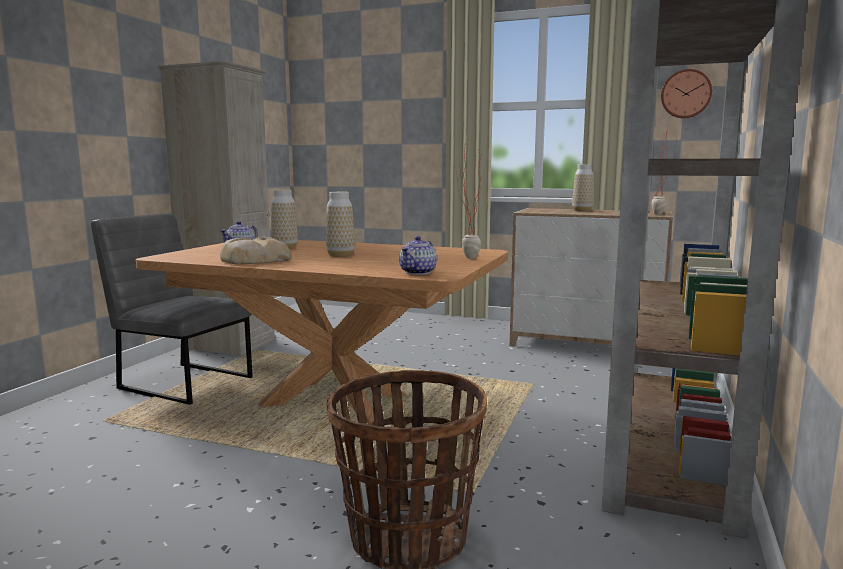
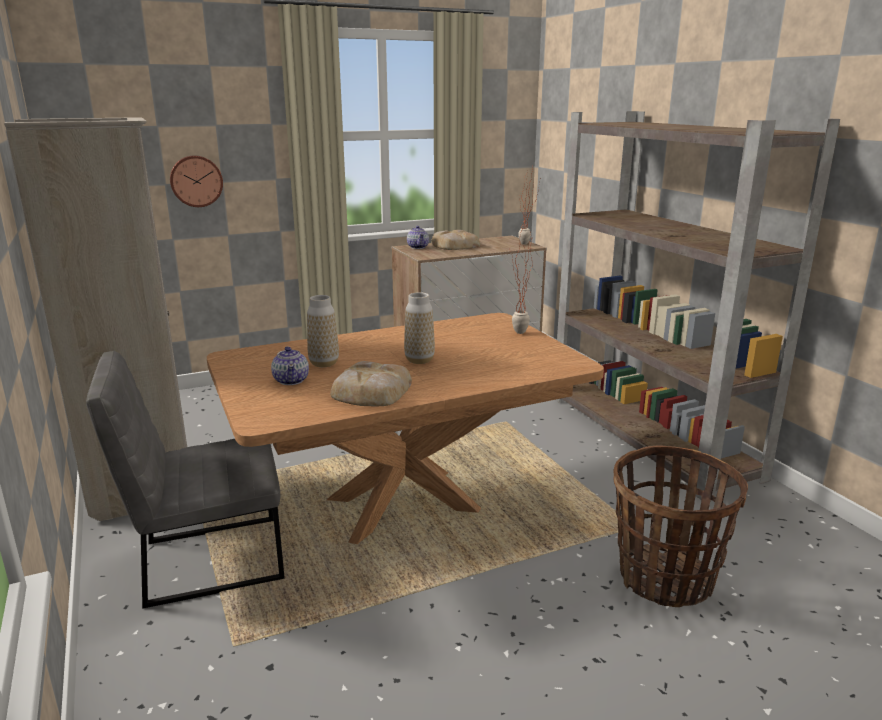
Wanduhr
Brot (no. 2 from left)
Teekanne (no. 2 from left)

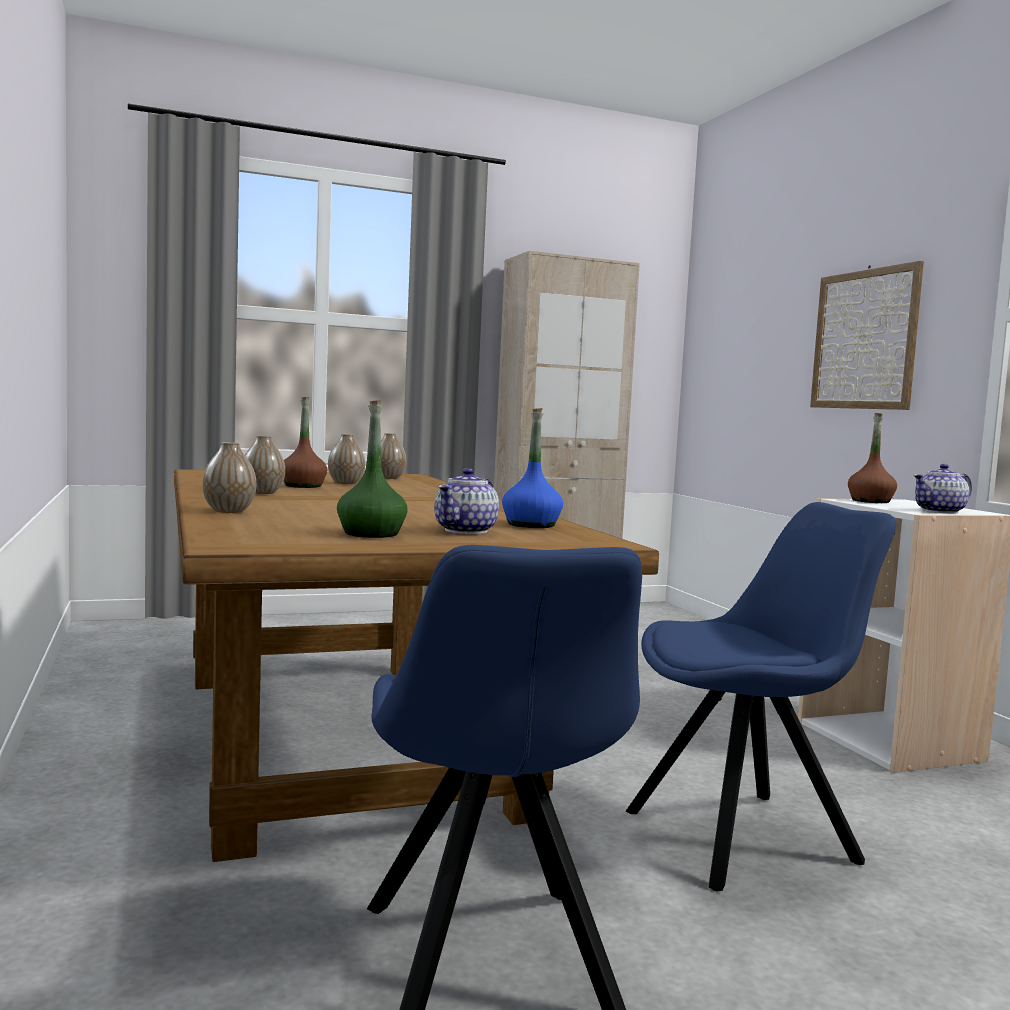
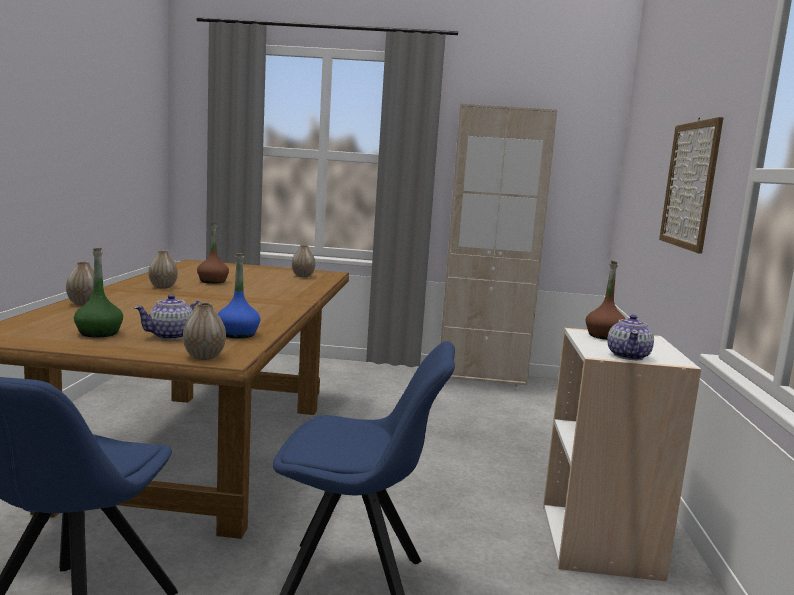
Vase (no. 3 from left)
Teekanne (no. 2 from left)

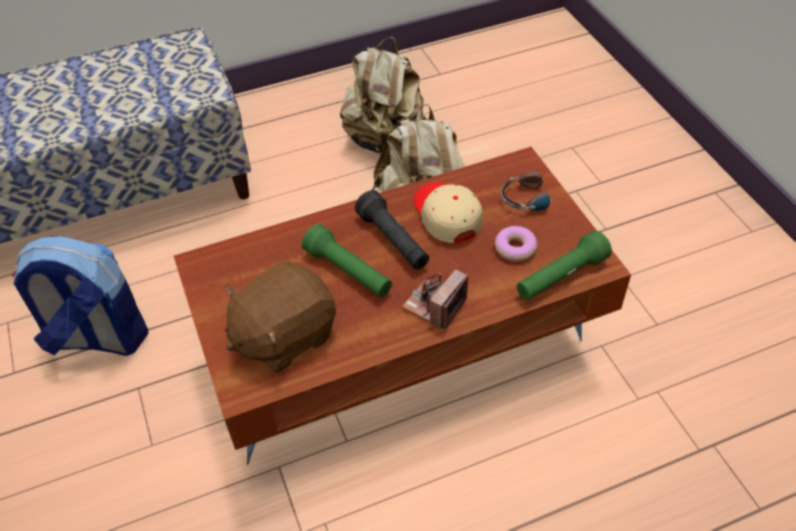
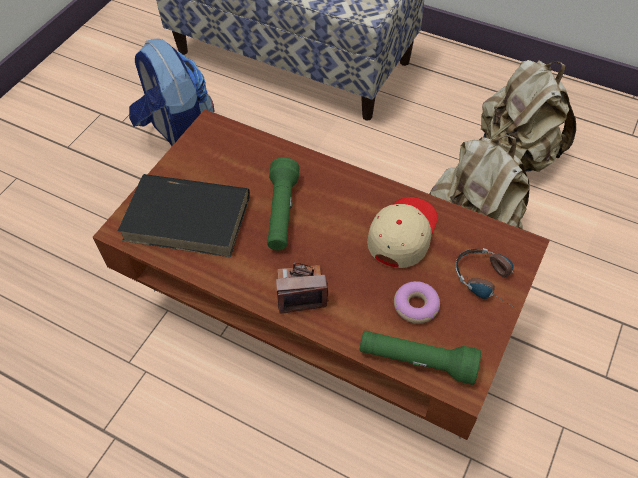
Taschenlampe (schwarz)
Buch (schwarz)

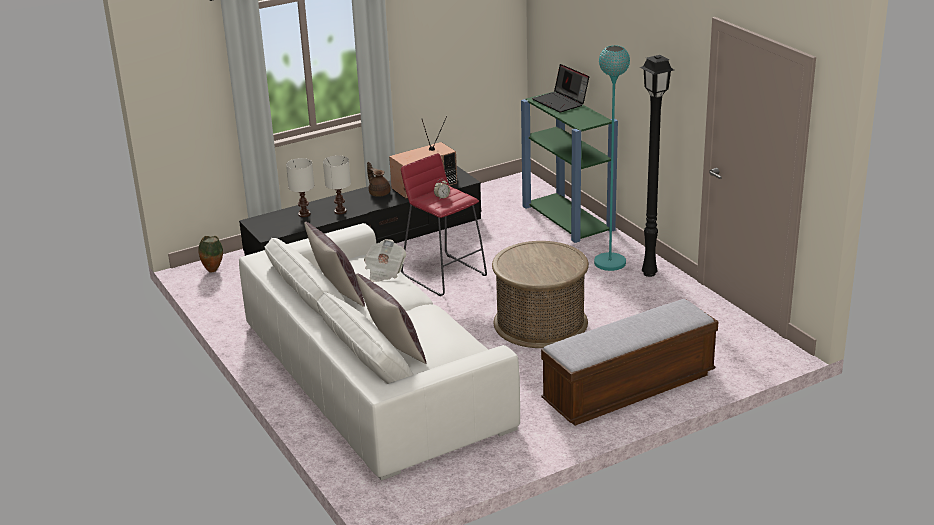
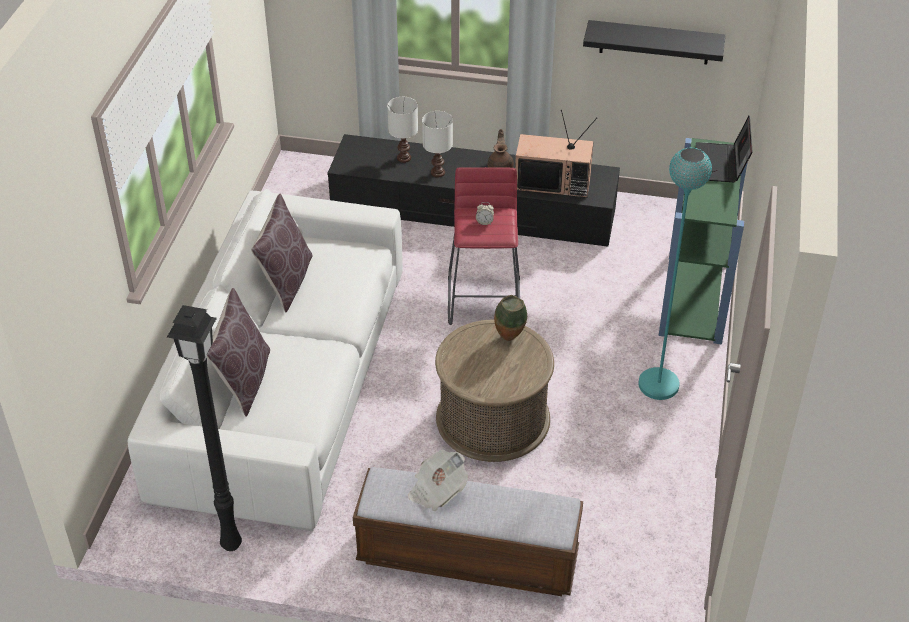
Stehlampe (schwarz)
Vase
Zeitung
Wandregal (schwarz)

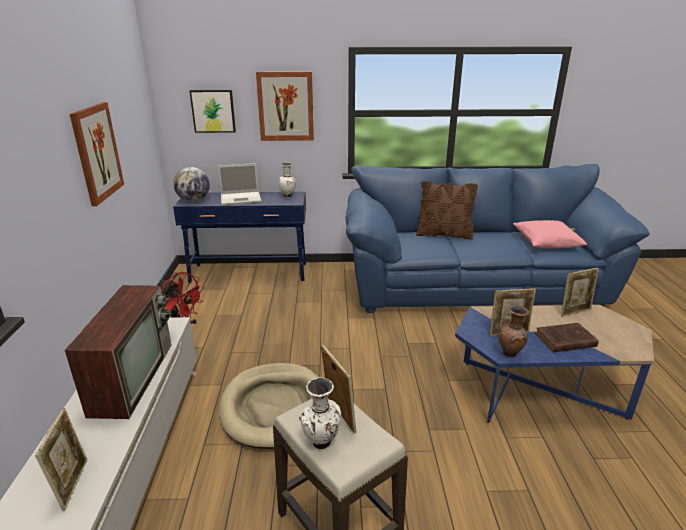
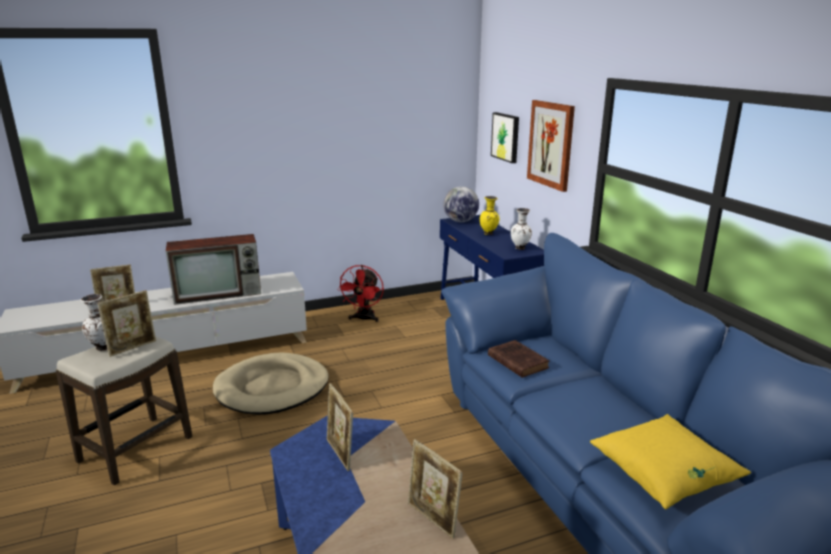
Bild (no. 1 from left in the first image)
Vase (gelb)
Kissen (braun)
Kissen (gelb)
Vase (braun)
Buch (braun)

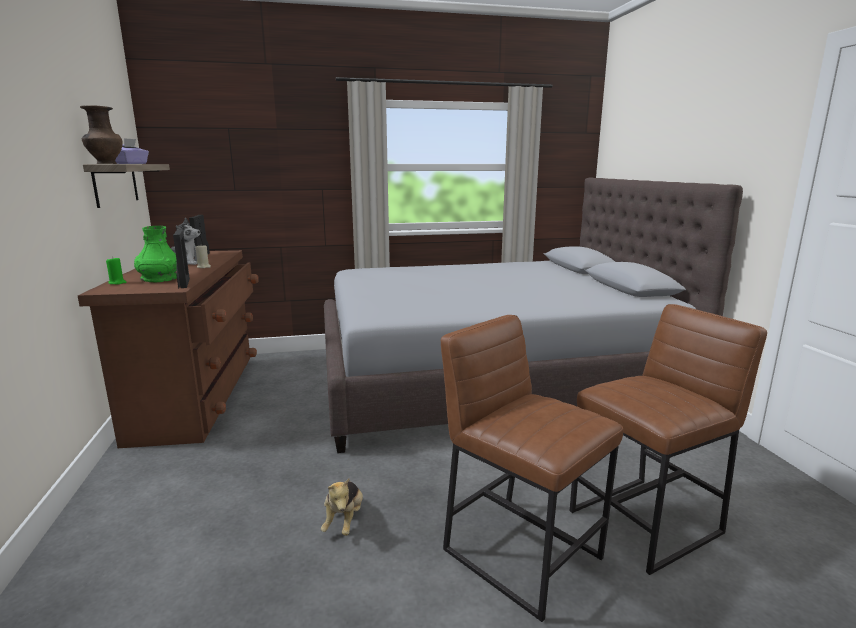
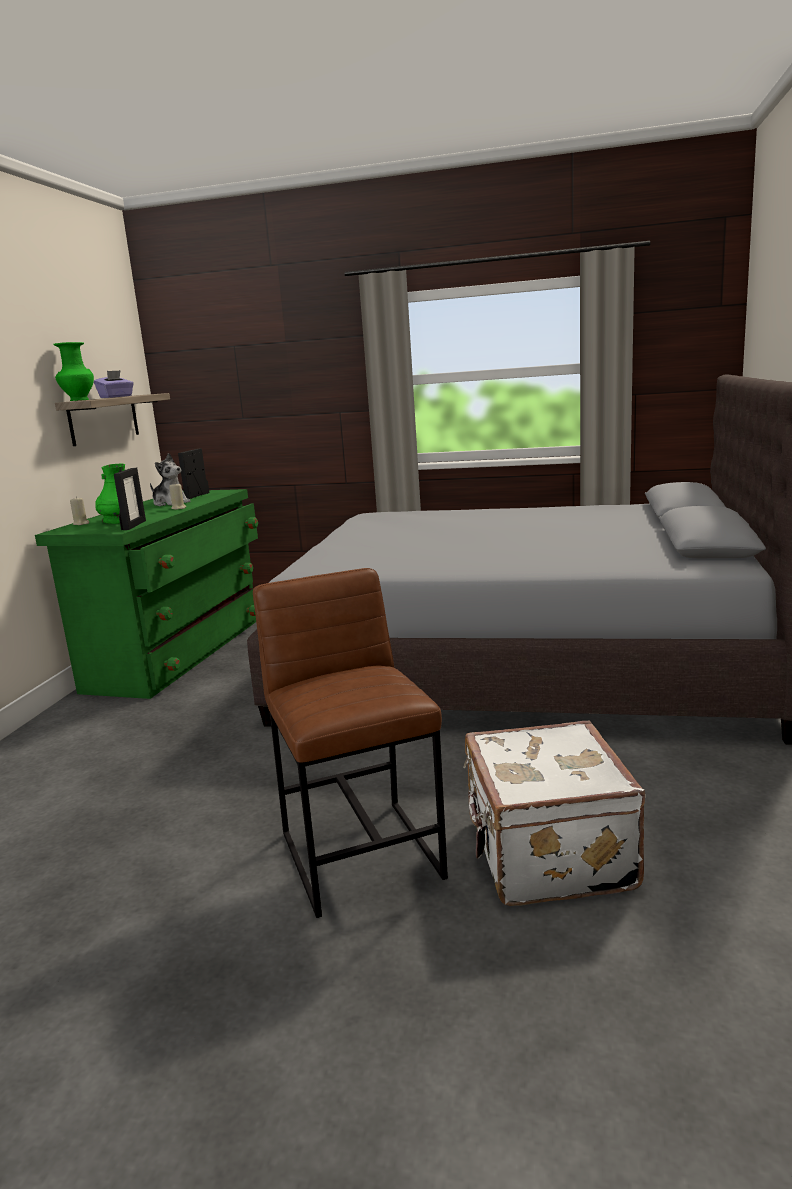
Vase (grün) (no. 1 from left)
Kommode (grün)
Kerze (beige) (no. 1 from left)
Koffer (weiß)
Plüschtier (no. 2 from left in the first image)

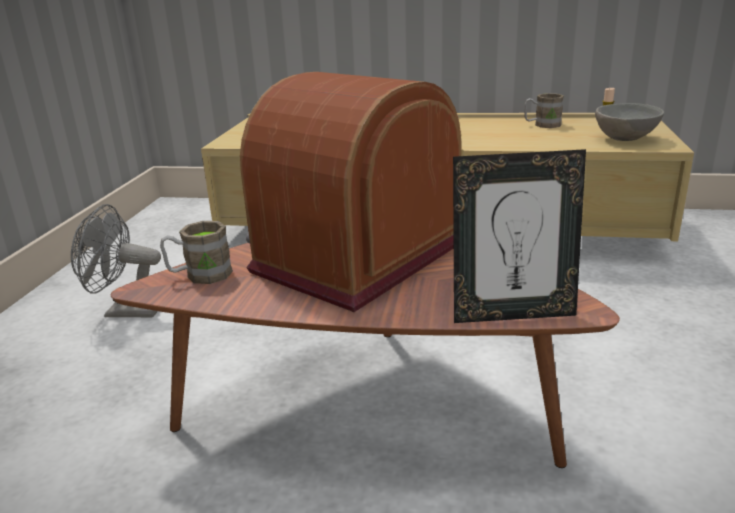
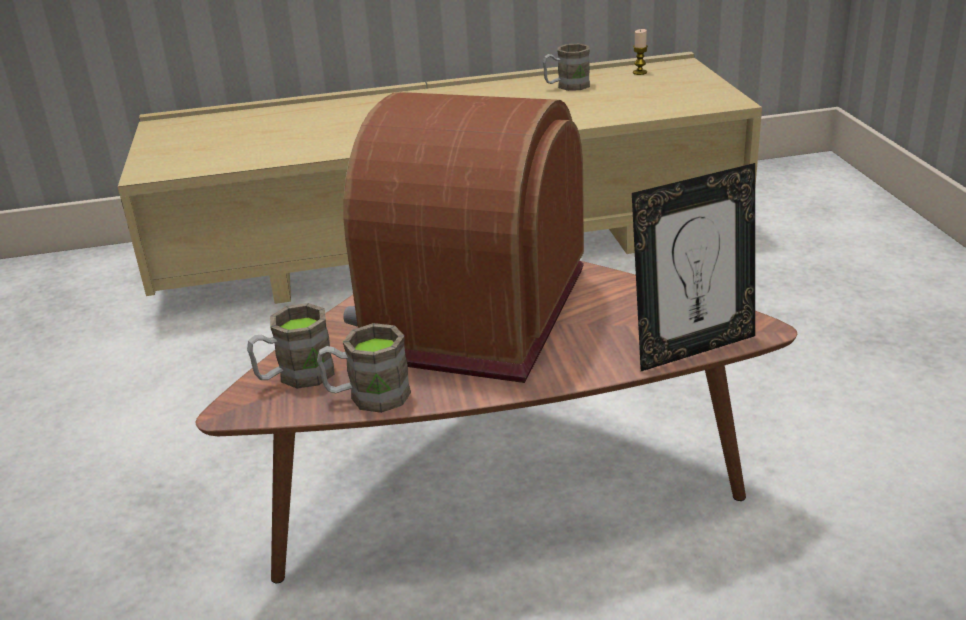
Schüssel (grau)
Ventilator (grau)
Henkelbecher (braun) (no. 2 from left)

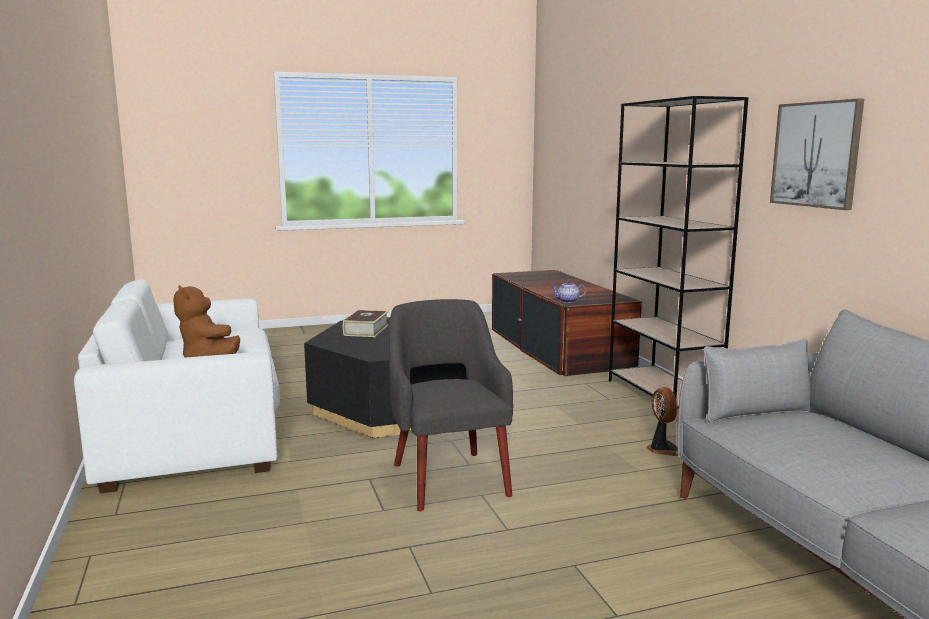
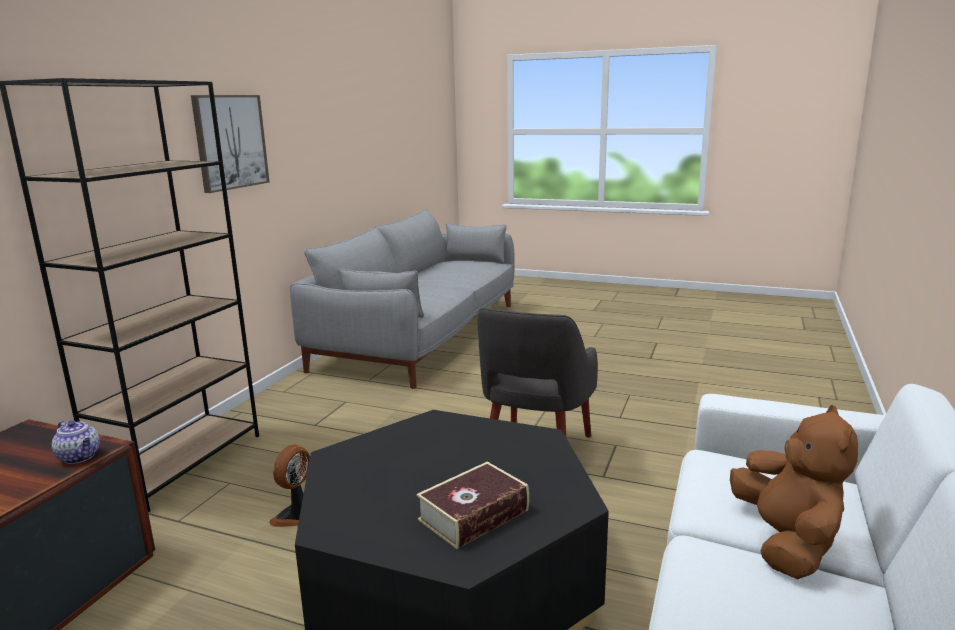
Ventilator

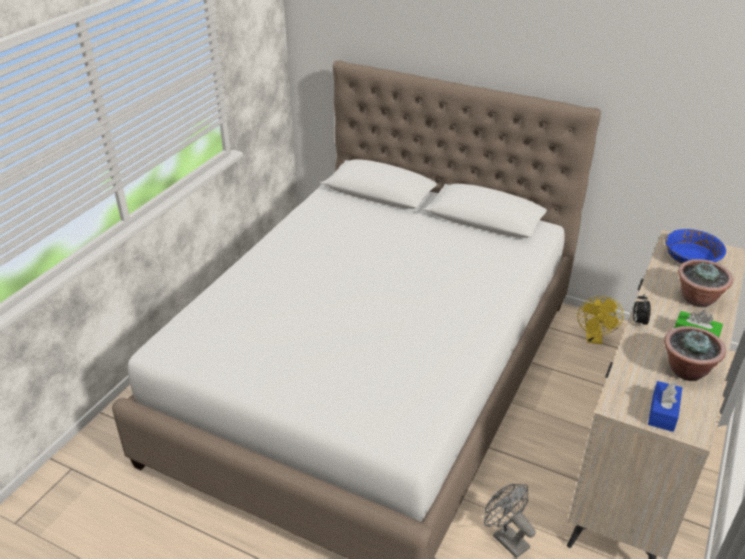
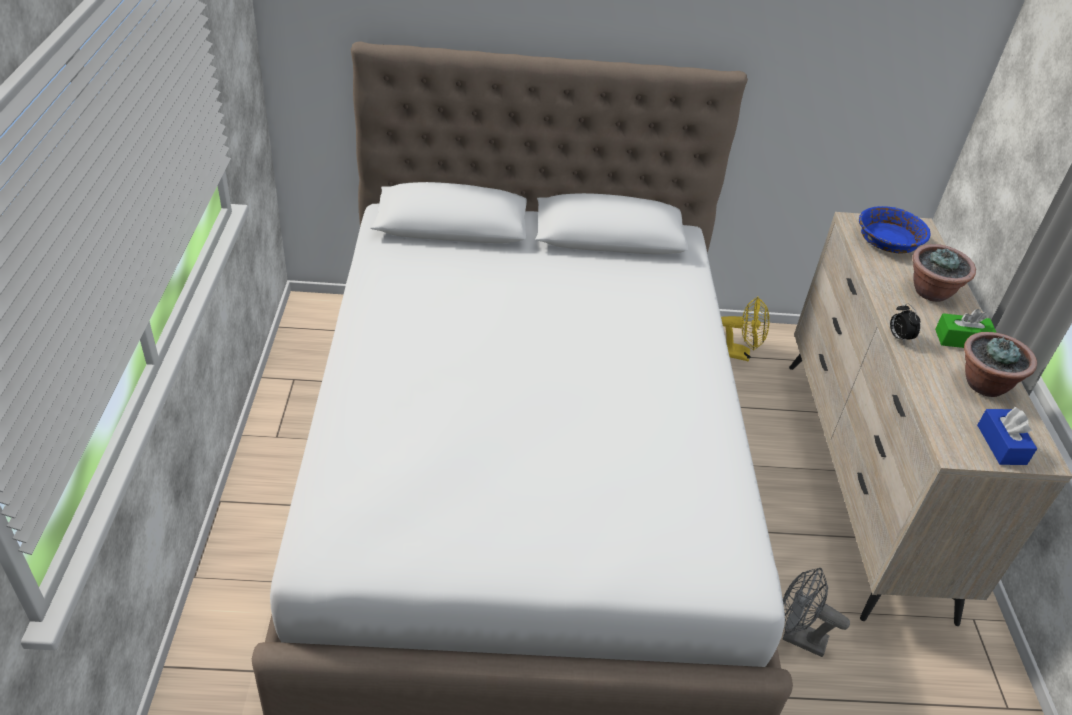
Ventilator (gelb)

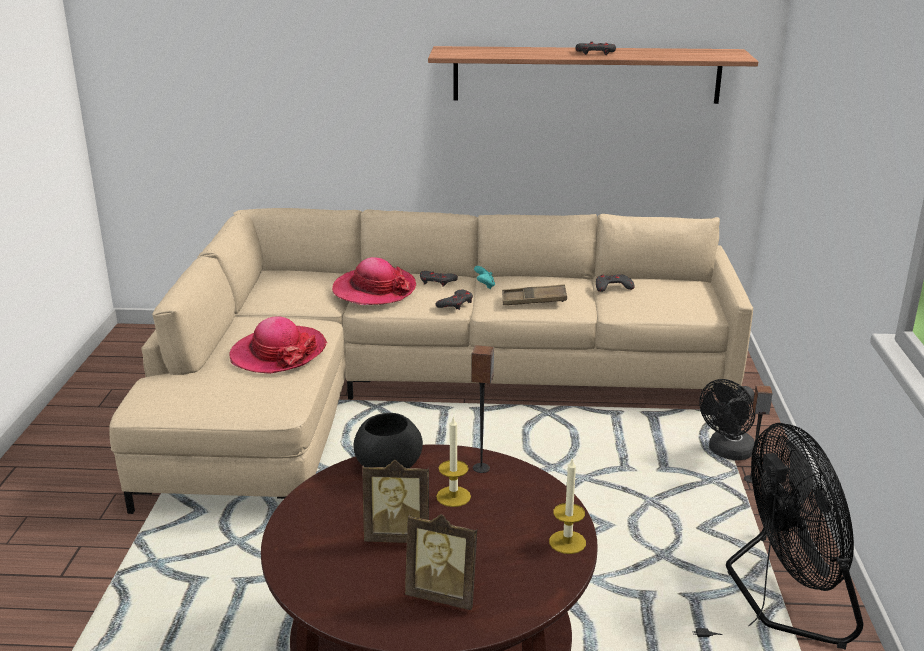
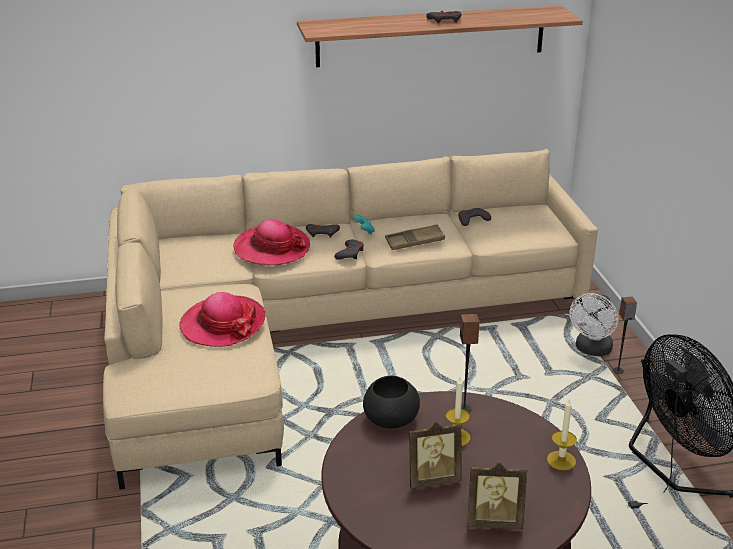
Ventilator (weiß)

